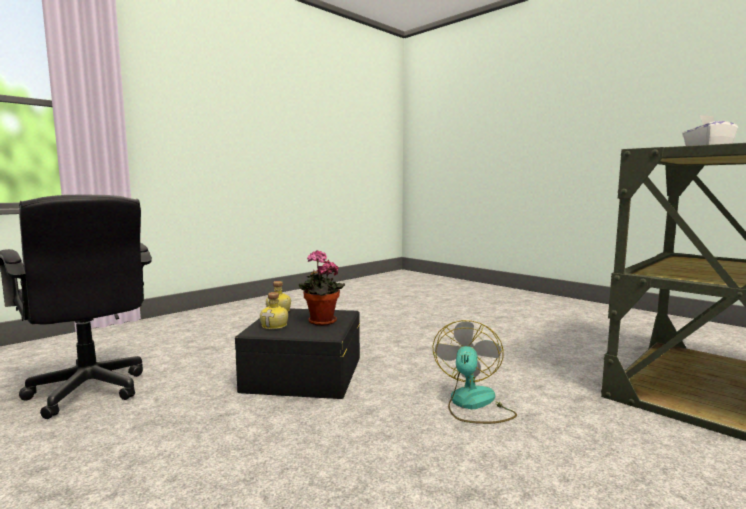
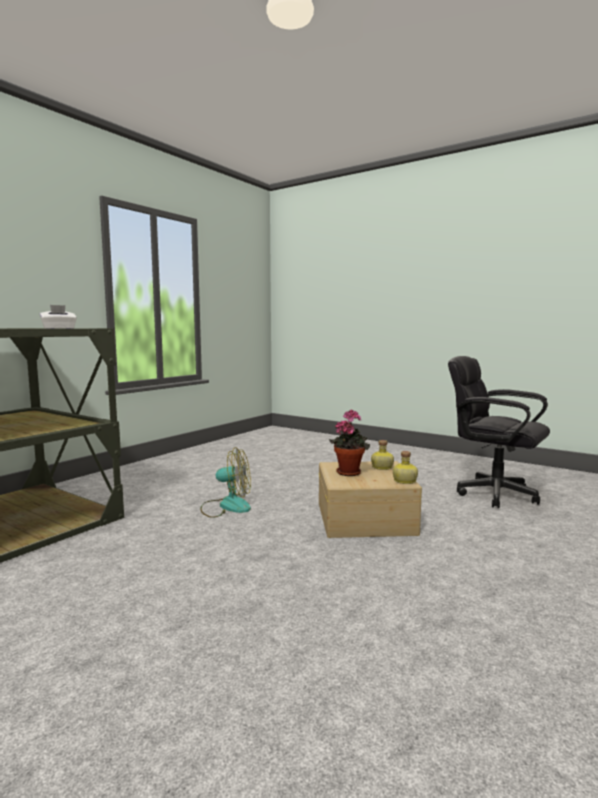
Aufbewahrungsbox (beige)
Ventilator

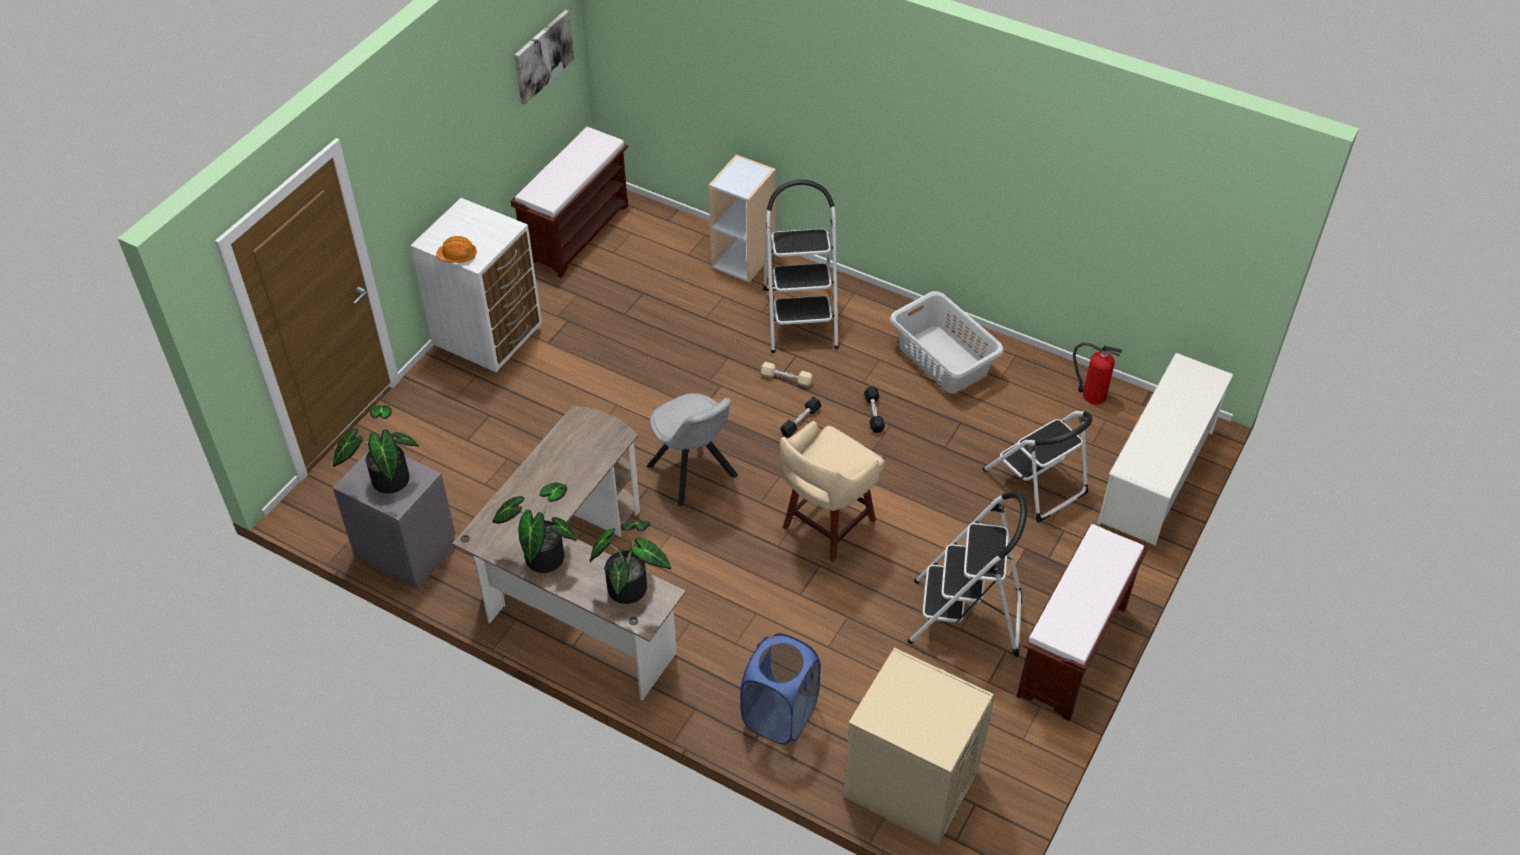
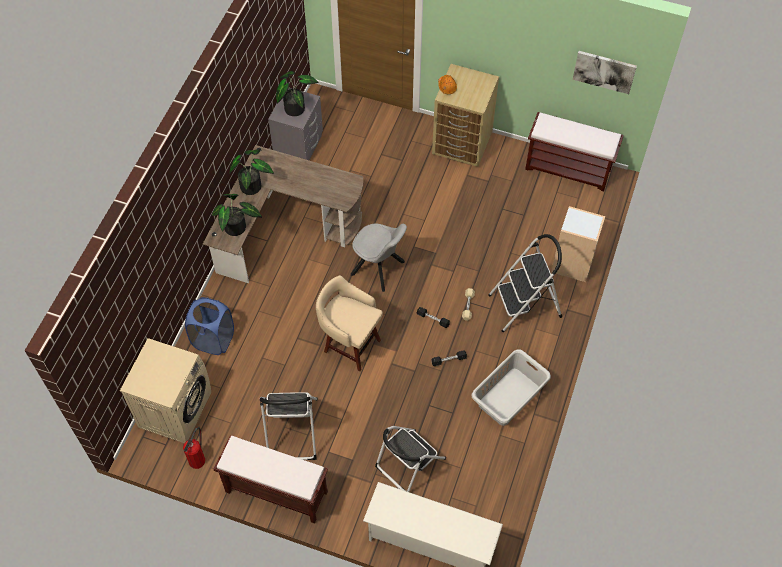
Kommode (braun)
Feuerlöscher
Stuhl (grau)

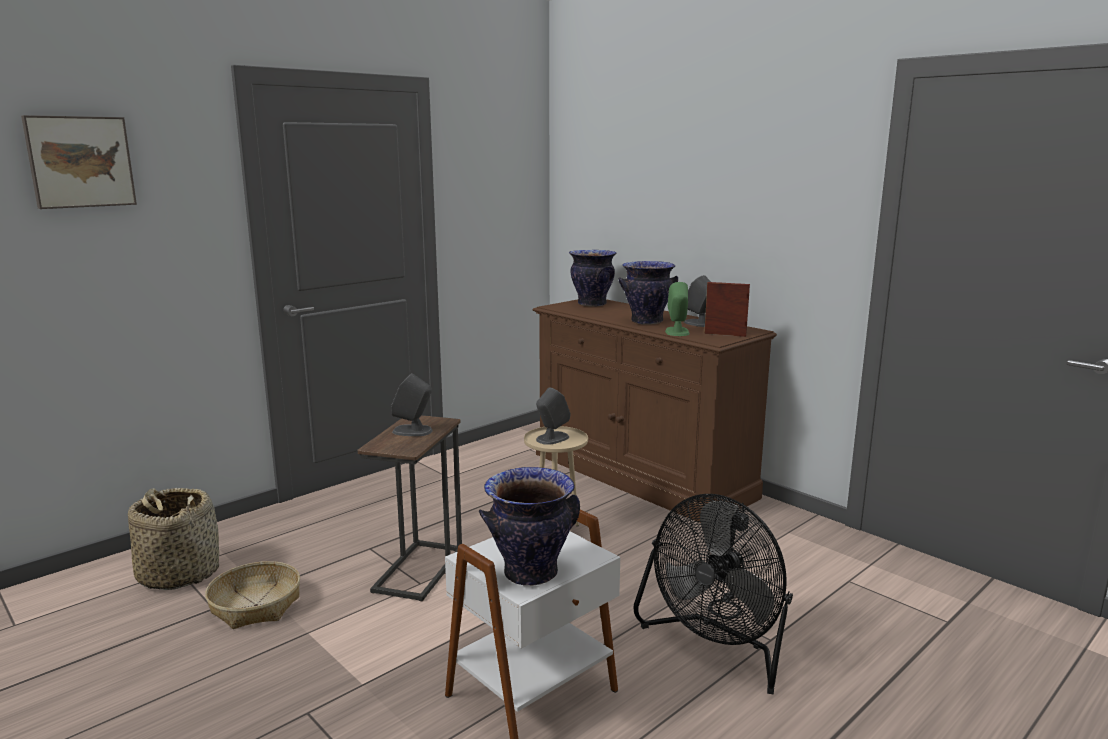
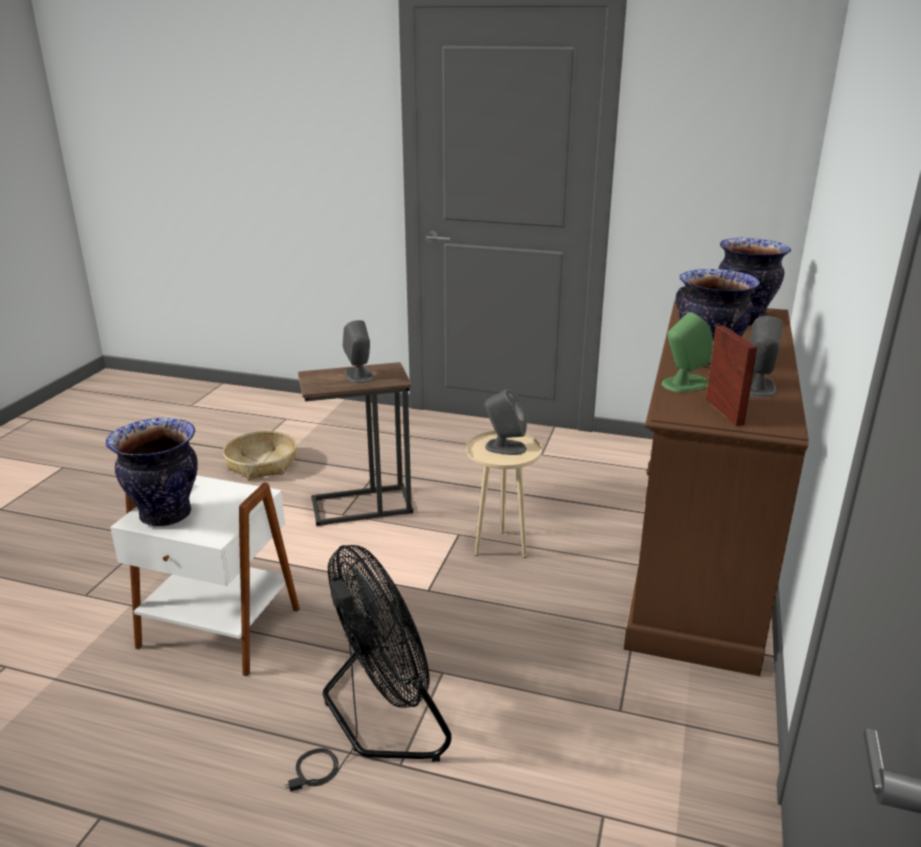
Bild
Korb (no. 1 from left in the first image)
Ventilator (schwarz)

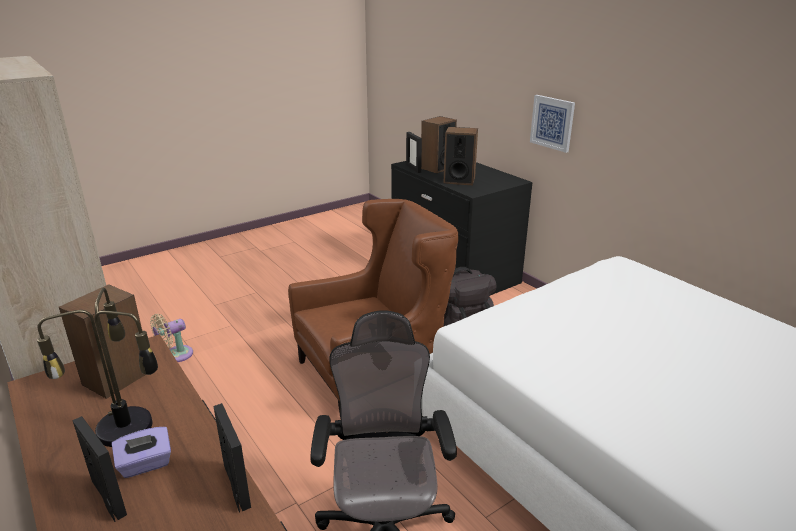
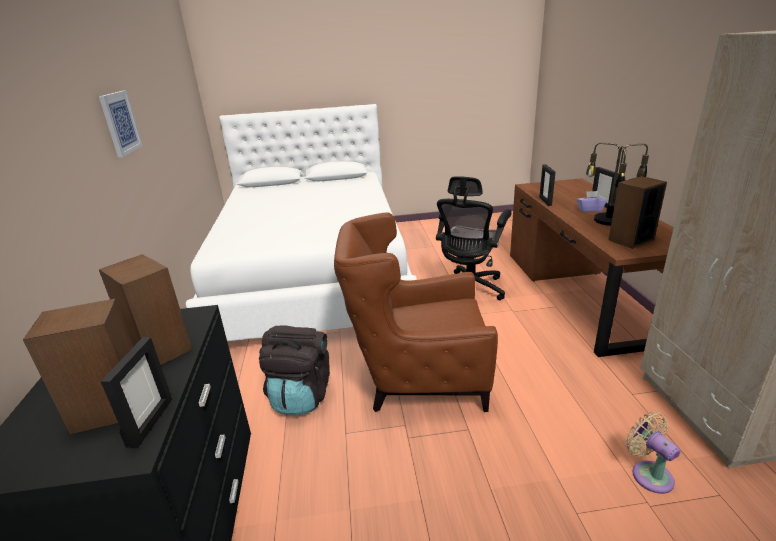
Bild
Ventilator (beige)

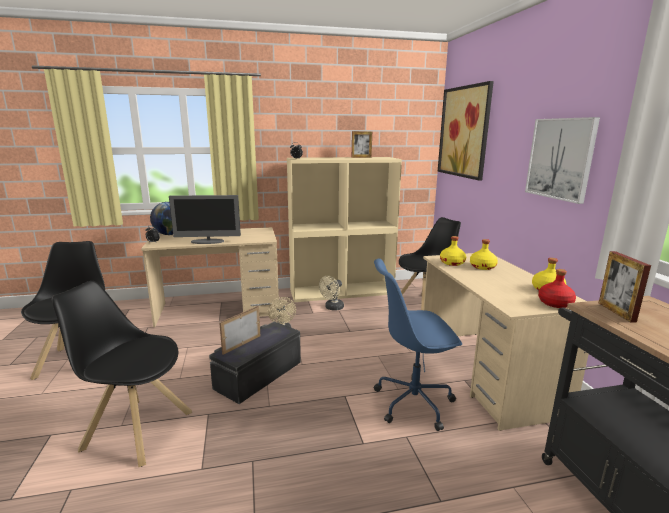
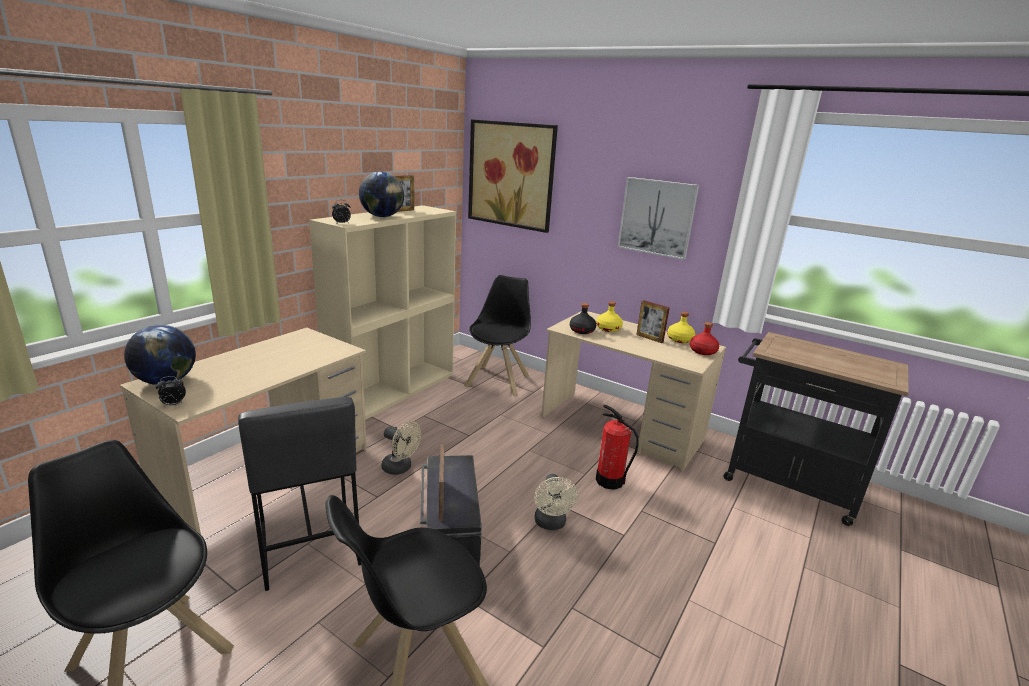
Monitor
Flasche (schwarz)
Bilderrahmen (no. 3 from left)
Feuerlöscher
Ventilator (beige) (no. 2 from left)
Globus (no. 2 from left)
Hocker (grau)

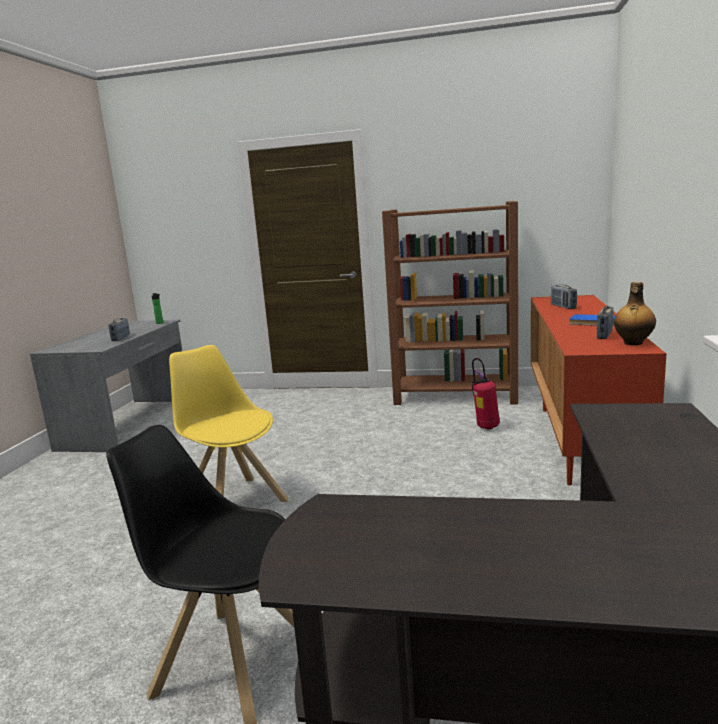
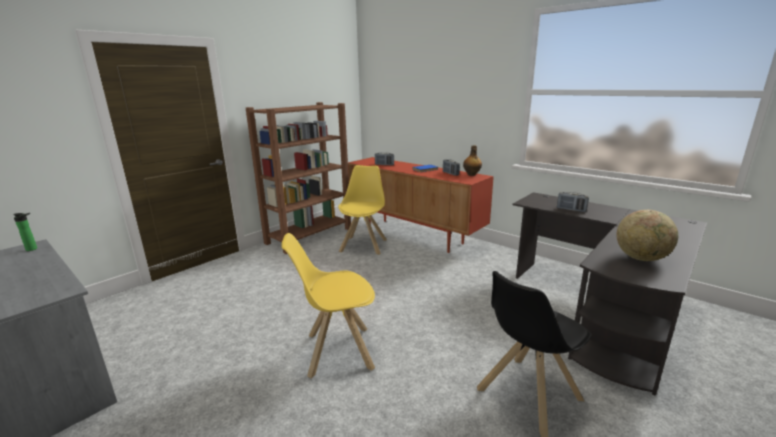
Radio (no. 3 from left)
Stuhl (gelb) (no. 2 from left)
Globus

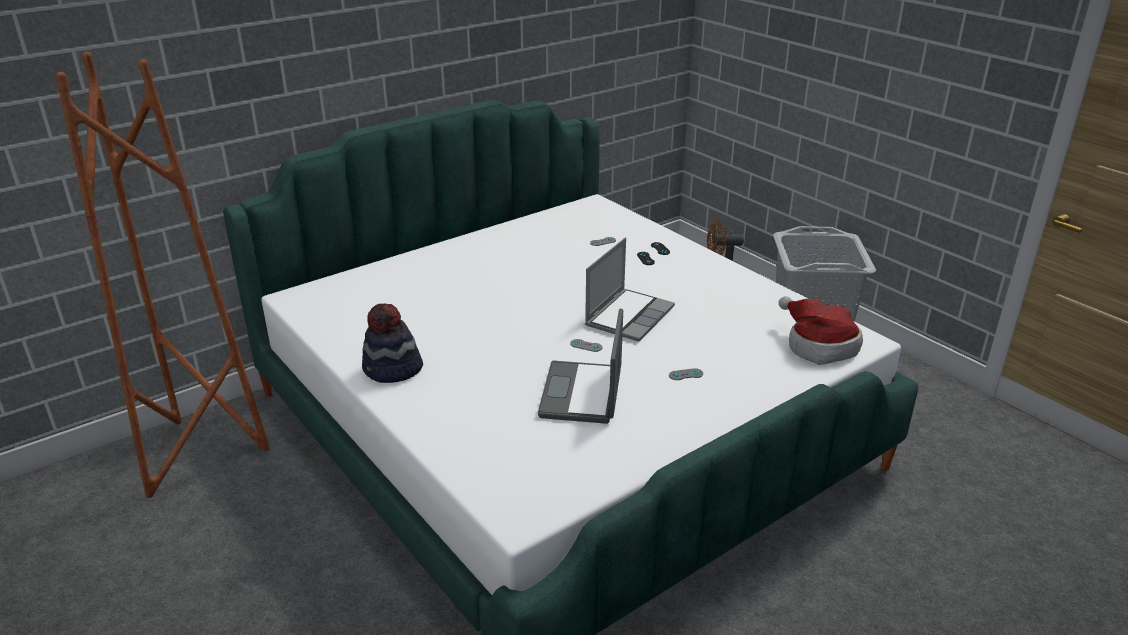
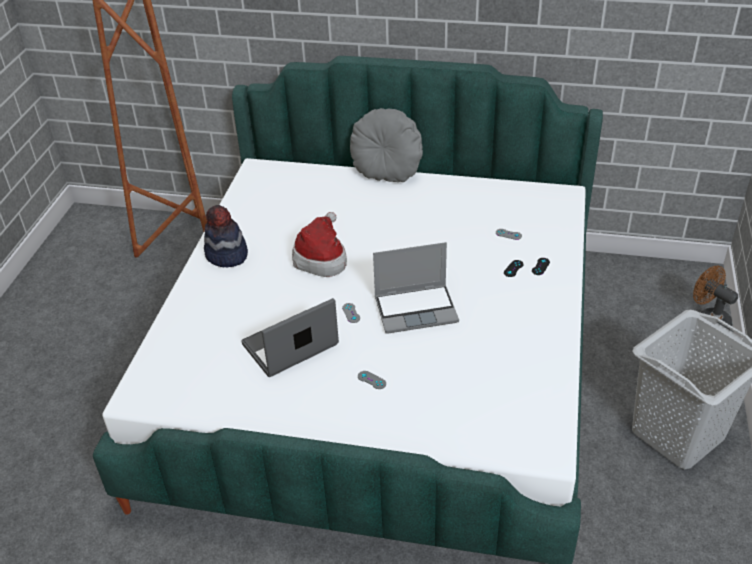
Hut (no. 2 from left)
Kissen (grau)

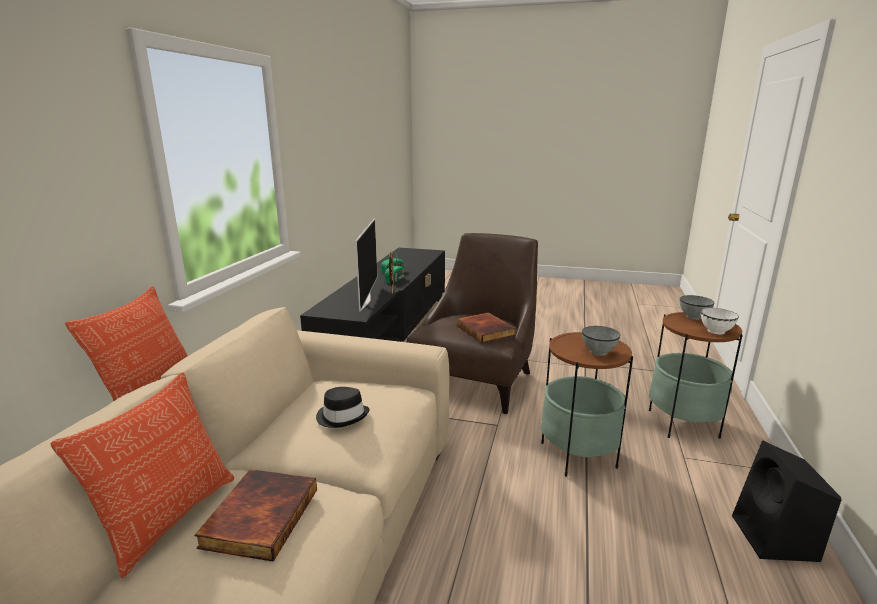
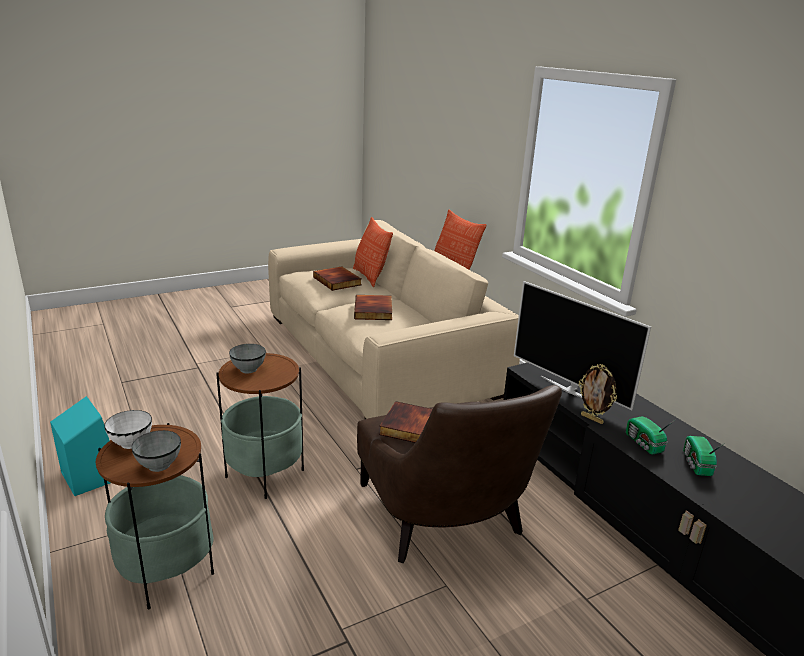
Buch (no. 2 from left)
Lautsprecher (türkis)

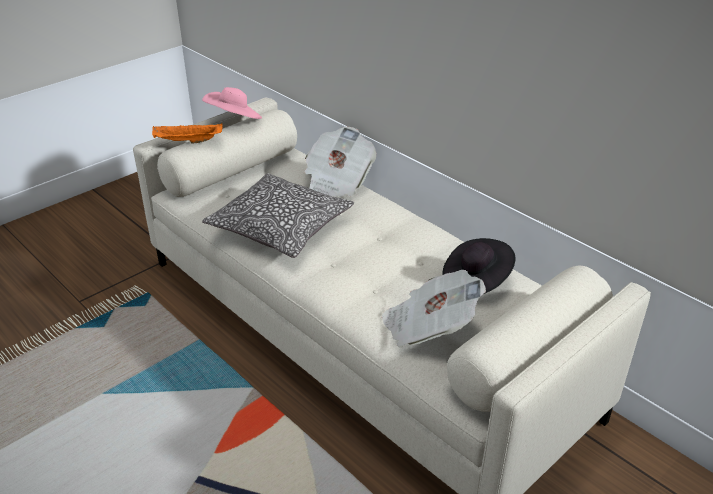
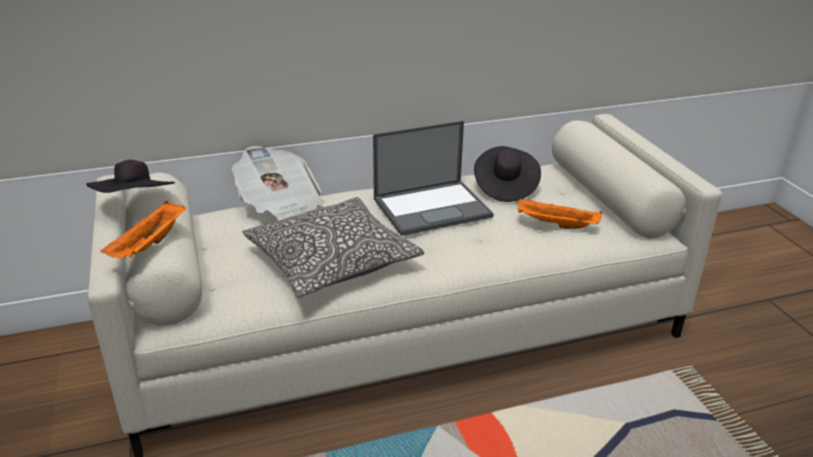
Hut (schwarz) (no. 1 from left)
Tablett (orange) (no. 2 from left)
Laptop

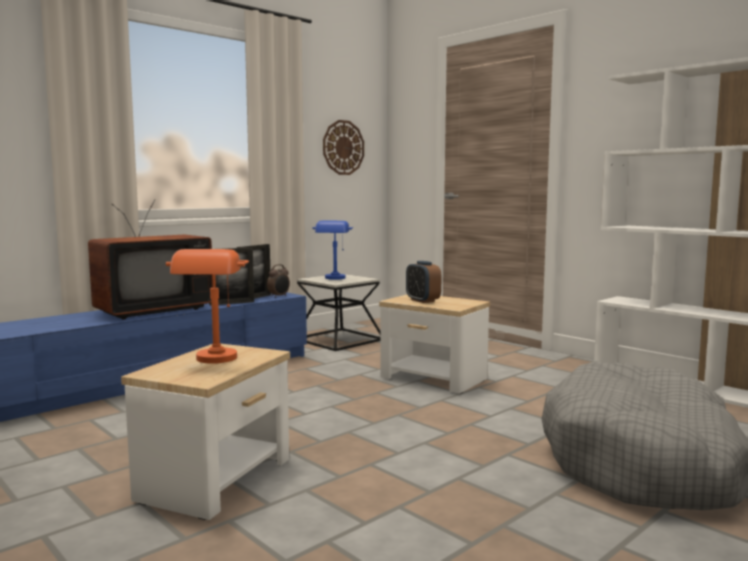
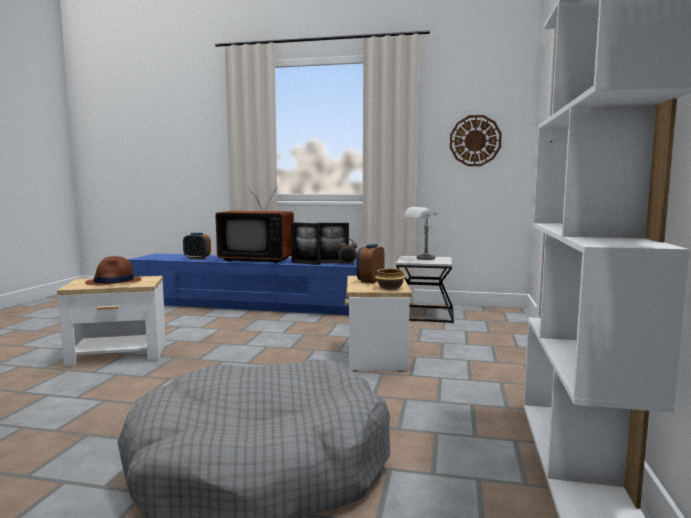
Tischlampe (grau)
Hut (braun)
Wecker (no. 1 from left)
Schüssel

